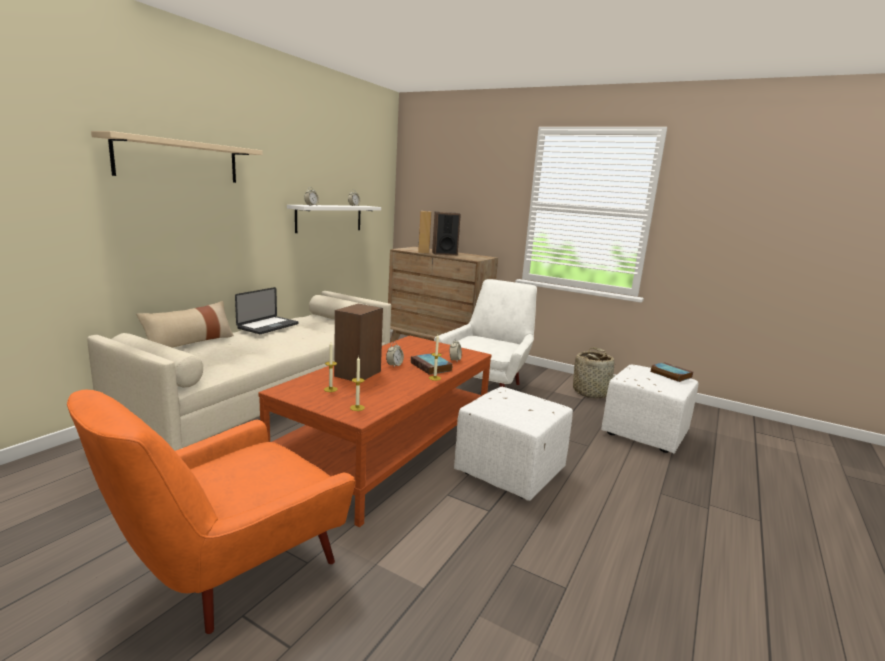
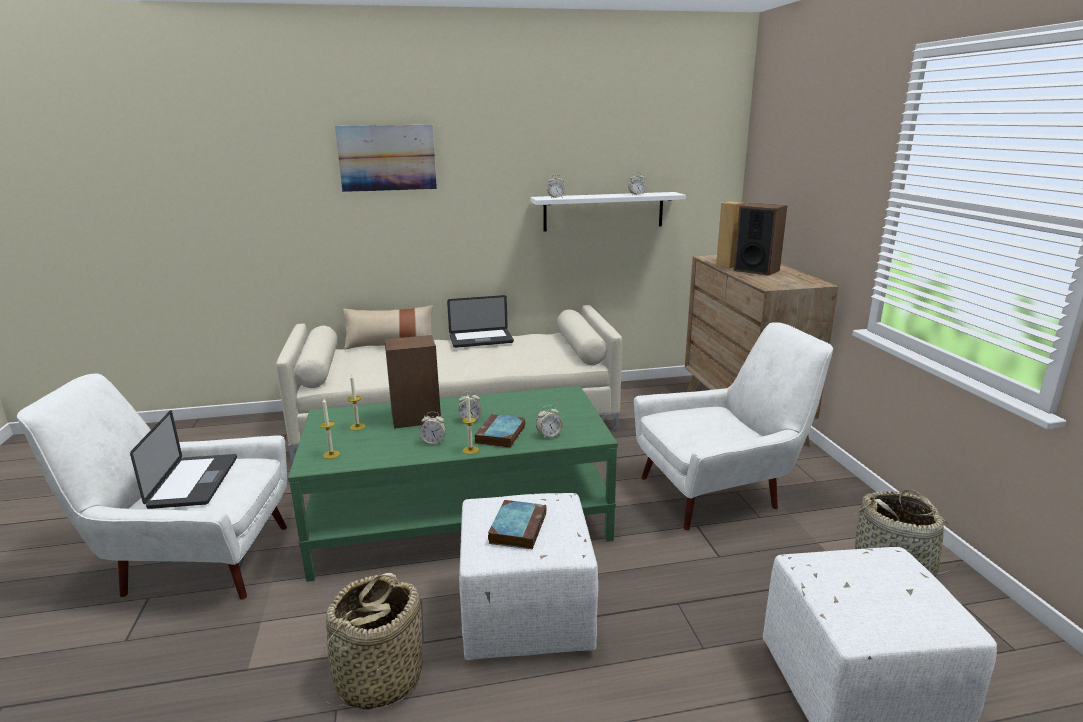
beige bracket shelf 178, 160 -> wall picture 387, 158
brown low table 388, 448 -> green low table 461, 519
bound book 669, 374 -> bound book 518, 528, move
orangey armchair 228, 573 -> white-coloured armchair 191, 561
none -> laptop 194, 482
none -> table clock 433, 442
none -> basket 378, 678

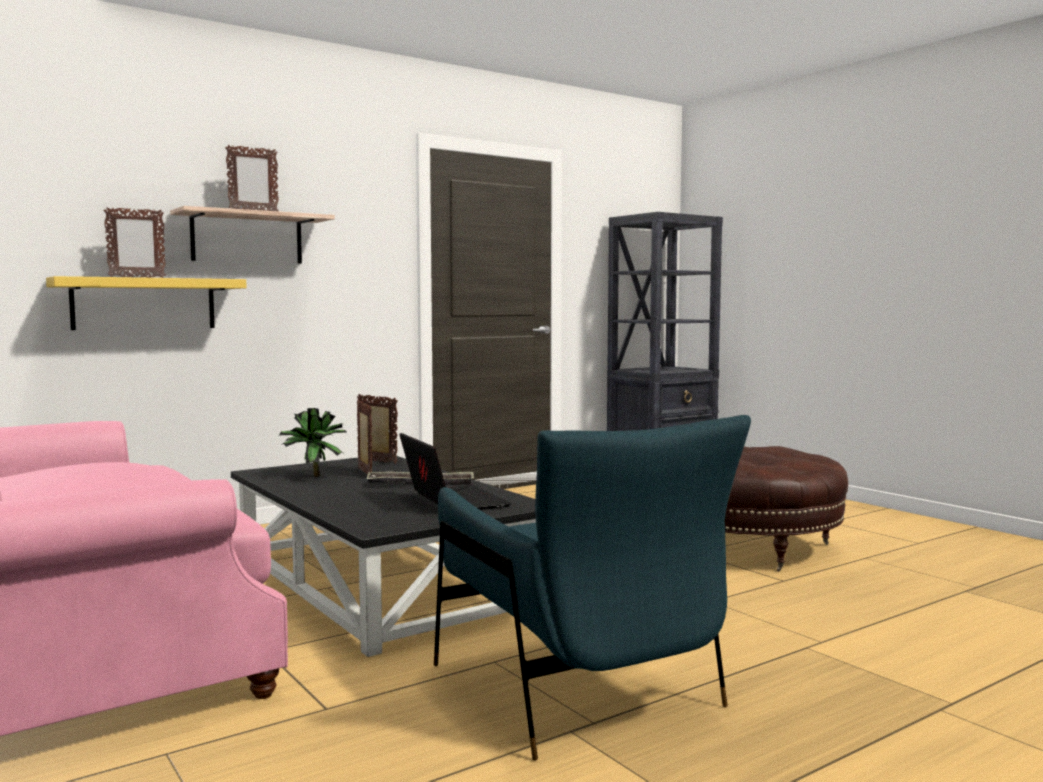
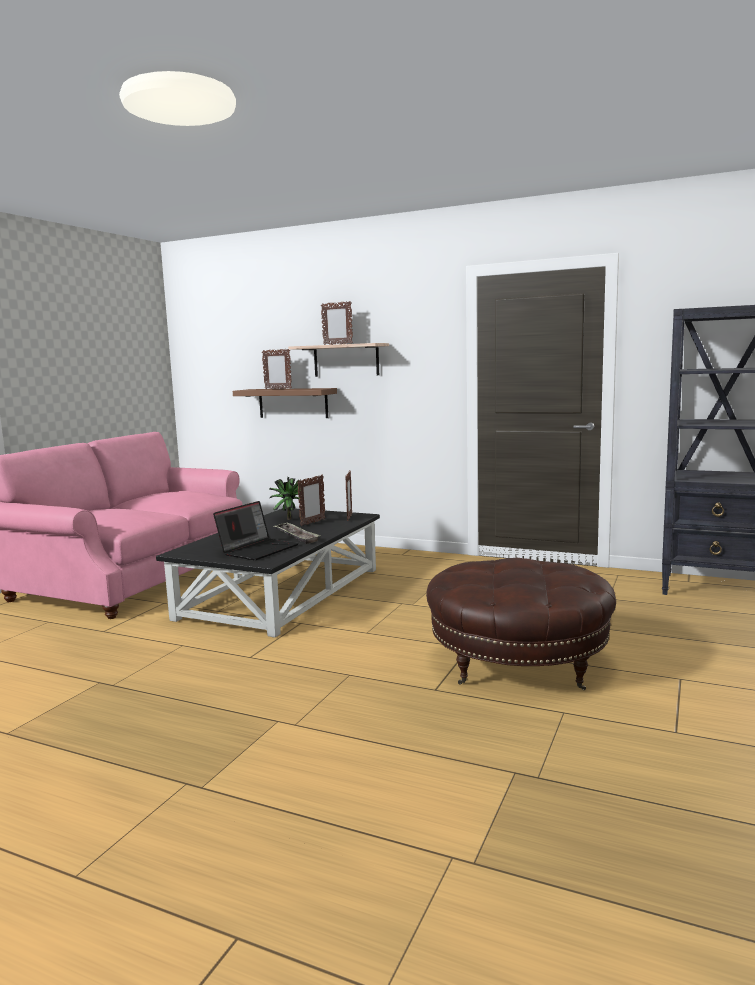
yellowish bracket shelf 144, 304 -> brown bracket shelf 293, 403
blue armchair 578, 689 -> none

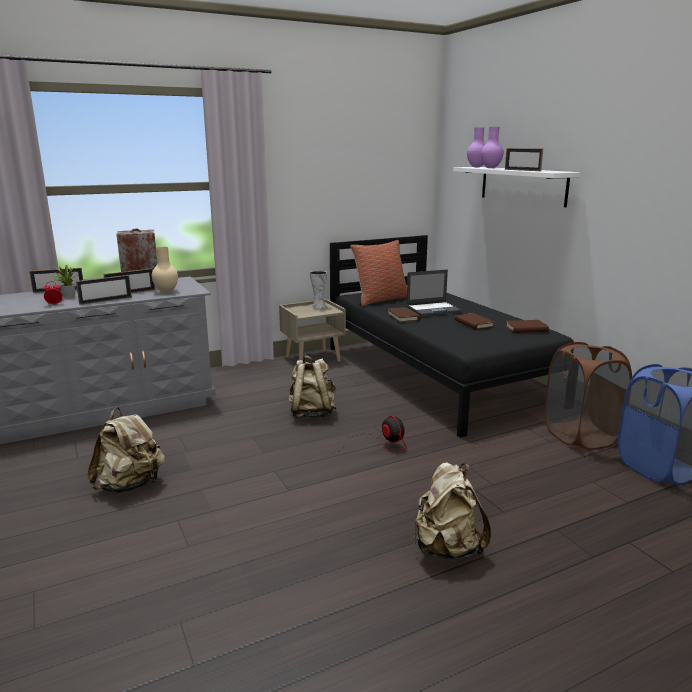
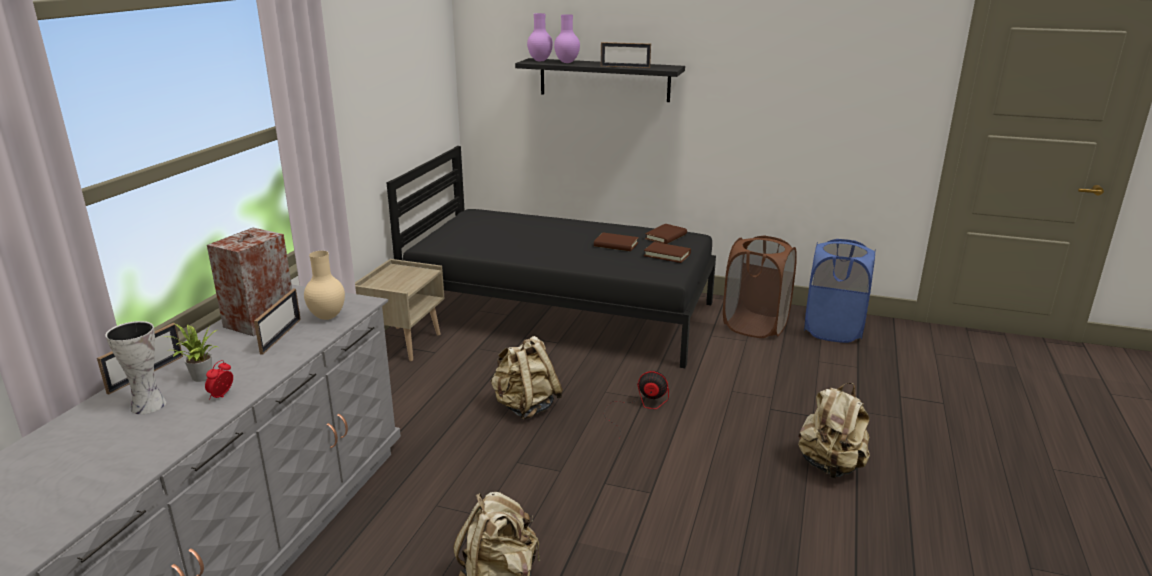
white-coloured bracket shelf 522, 185 -> black-coloured bracket shelf 604, 80
cushion 380, 299 -> none
laptop 434, 309 -> none
decorative vase 318, 306 -> decorative vase 146, 405, move
standing frame 106, 300 -> none
brown bound book 403, 317 -> brown bound book 667, 255, move

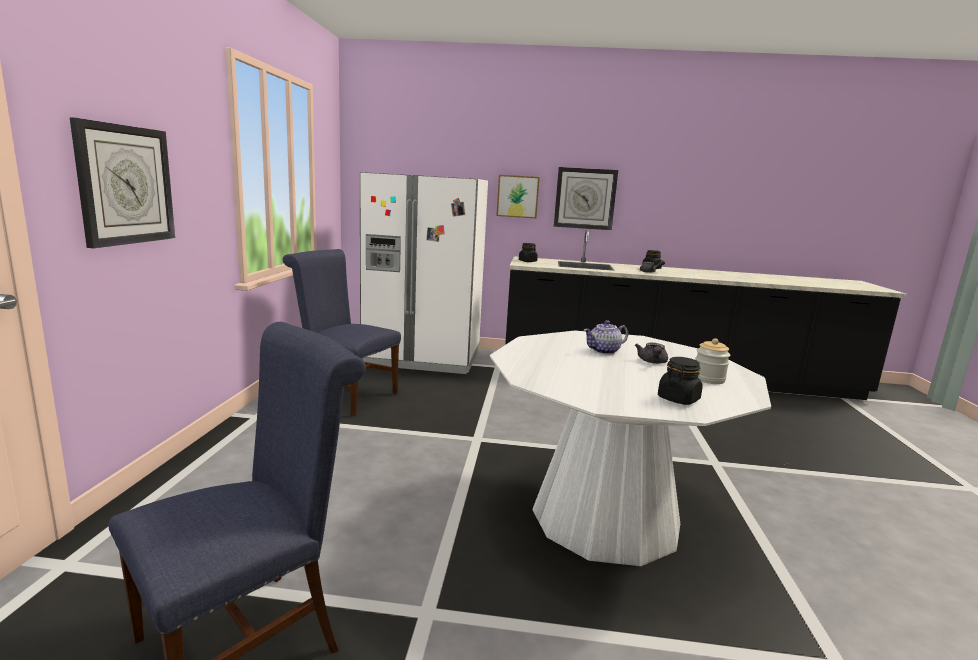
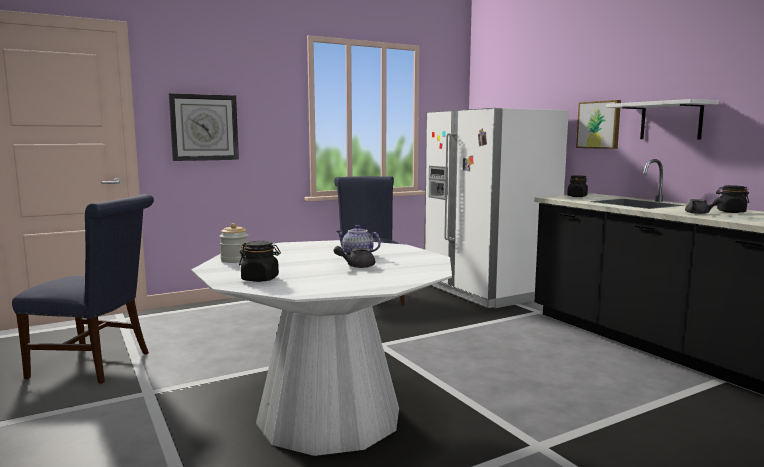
hanging clock 585, 198 -> white-coloured bracket shelf 671, 121
storage jar 708, 379 -> storage jar 235, 260, move

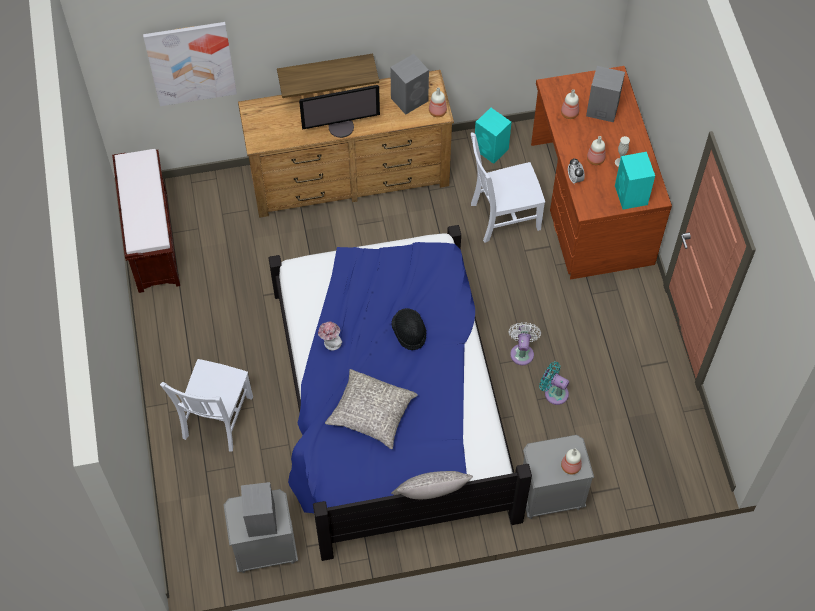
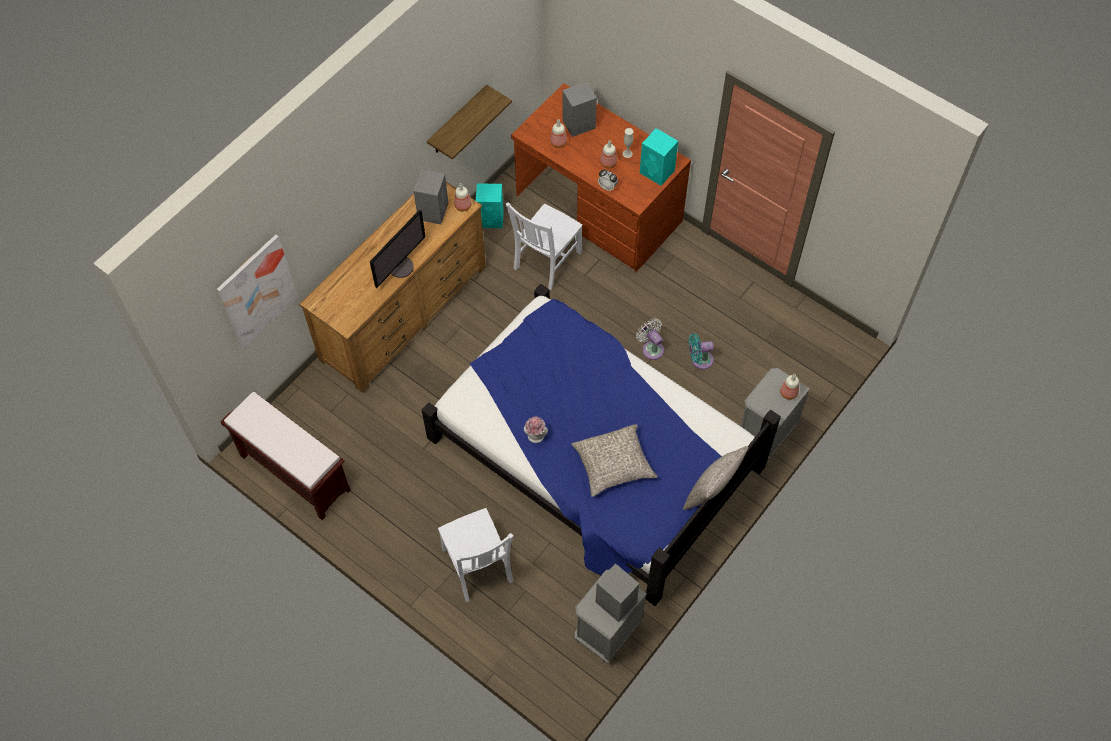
bracket shelf 325, 70 -> bracket shelf 457, 121, move
black-coloured wearable hat 409, 333 -> none

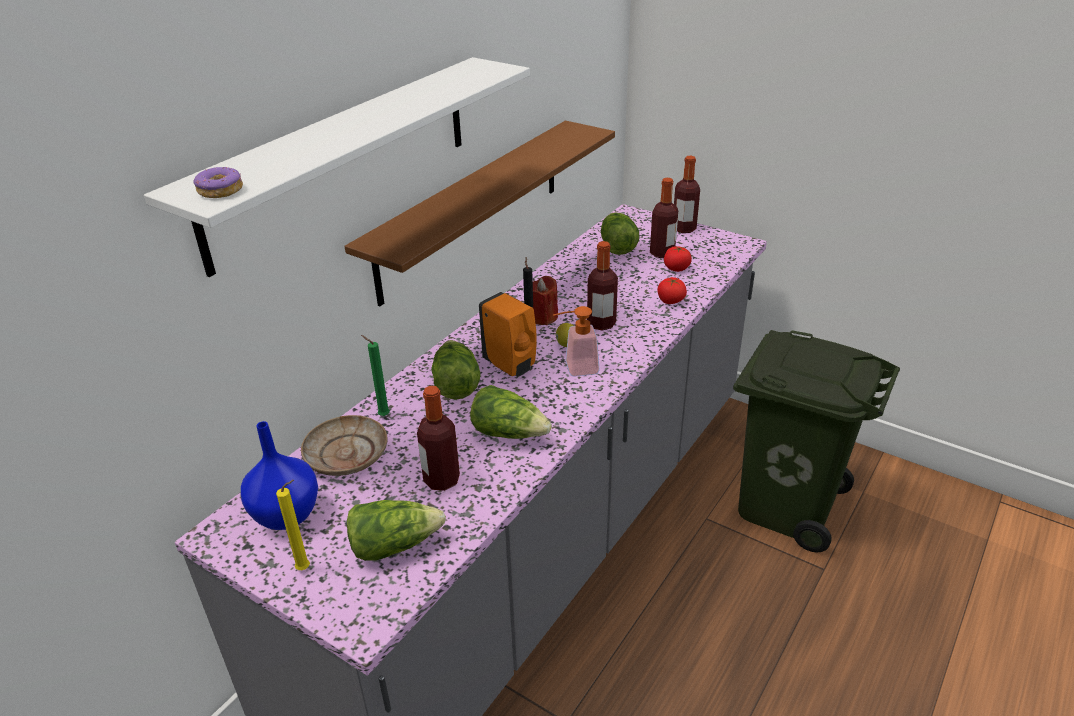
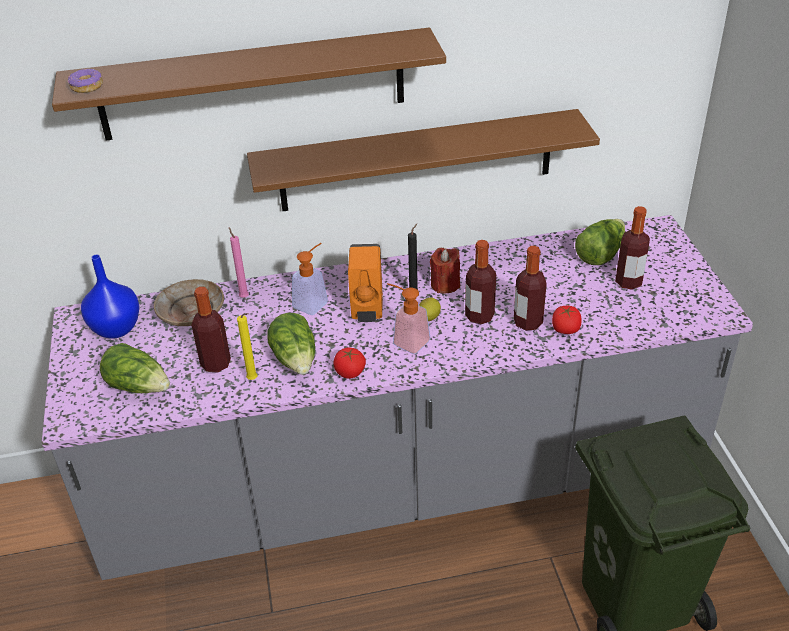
white-coloured bracket shelf 343, 158 -> brown bracket shelf 253, 85
drink bottle 684, 229 -> drink bottle 528, 322, move
fresh tomato 676, 268 -> fresh tomato 350, 372, move
green wax candle 382, 415 -> pinkish wax candle 243, 296
lettuce head 455, 384 -> liquid soap bottle 314, 302
yellowish wax candle 306, 568 -> yellowish wax candle 254, 380, move

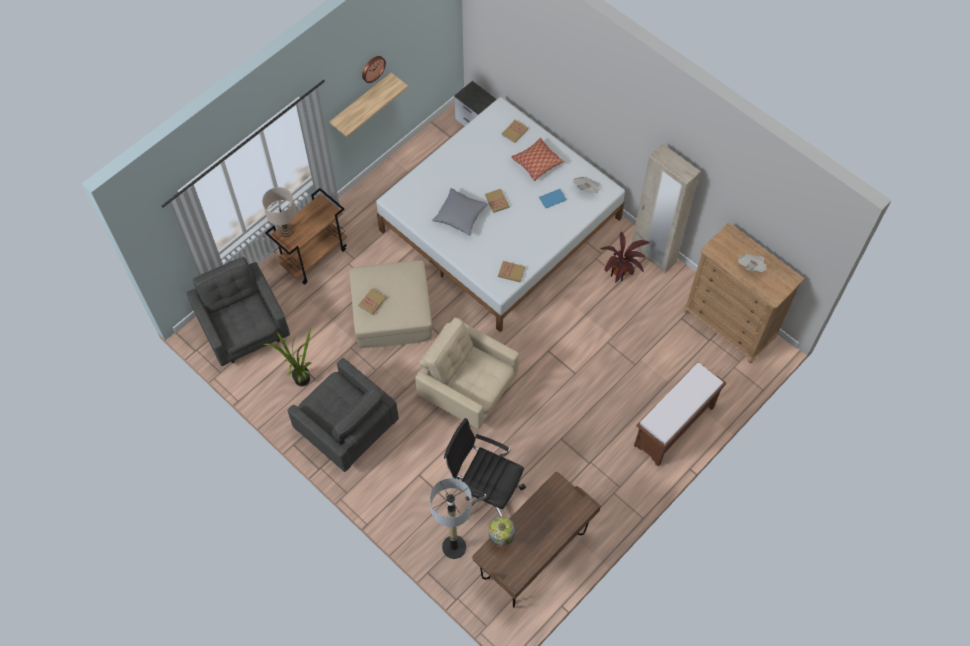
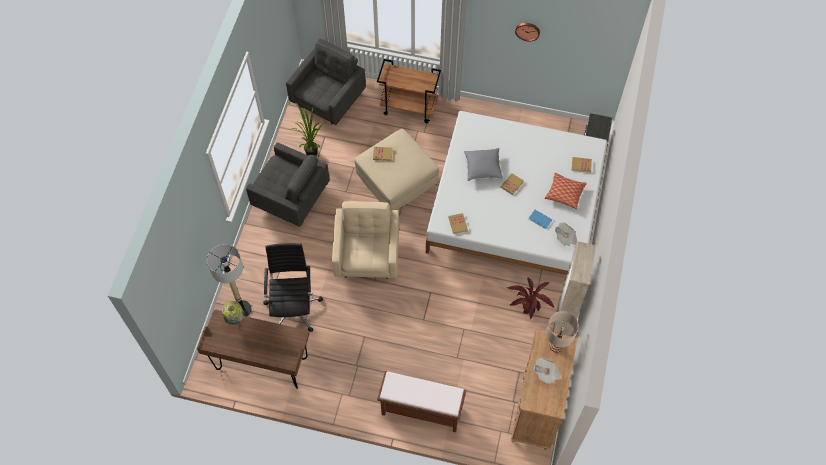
bracket shelf 361, 103 -> none
beige lamp for a table 285, 231 -> beige lamp for a table 556, 346, move
grey armchair 347, 429 -> grey armchair 291, 198, 75 degrees counterclockwise

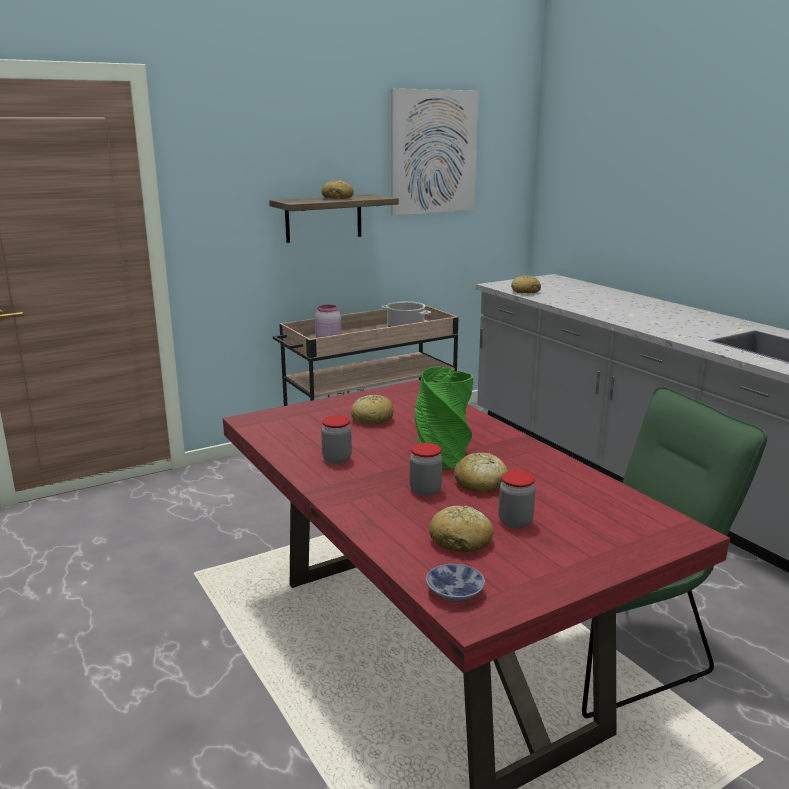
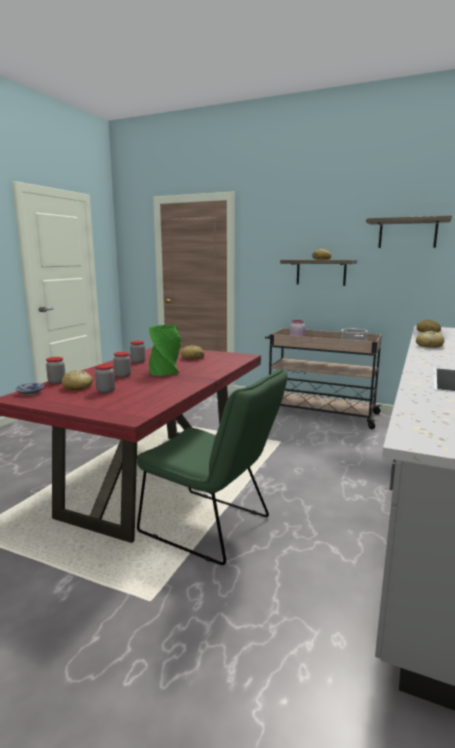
wall picture 434, 152 -> bracket shelf 407, 233
bakery bread 480, 483 -> bakery bread 429, 346, move
none -> storage jar 57, 382

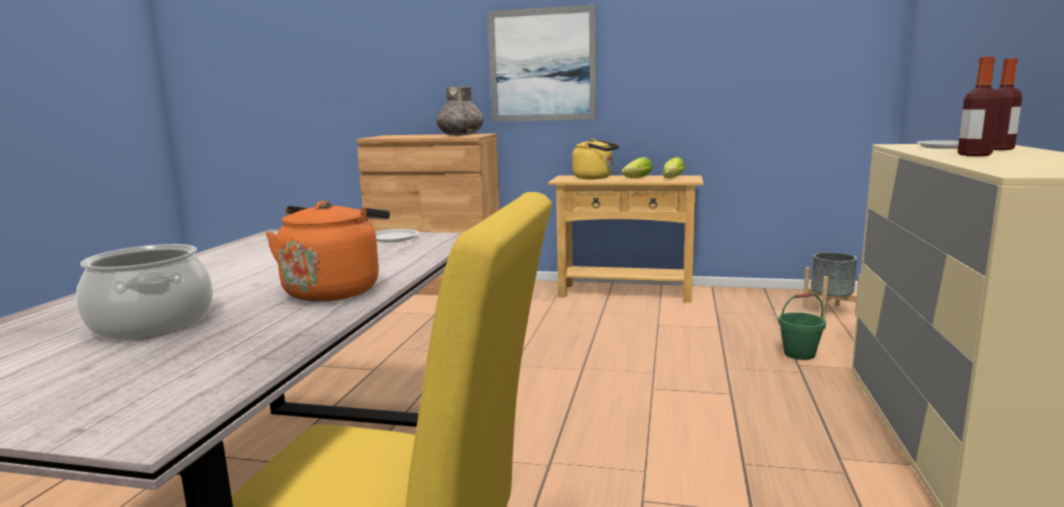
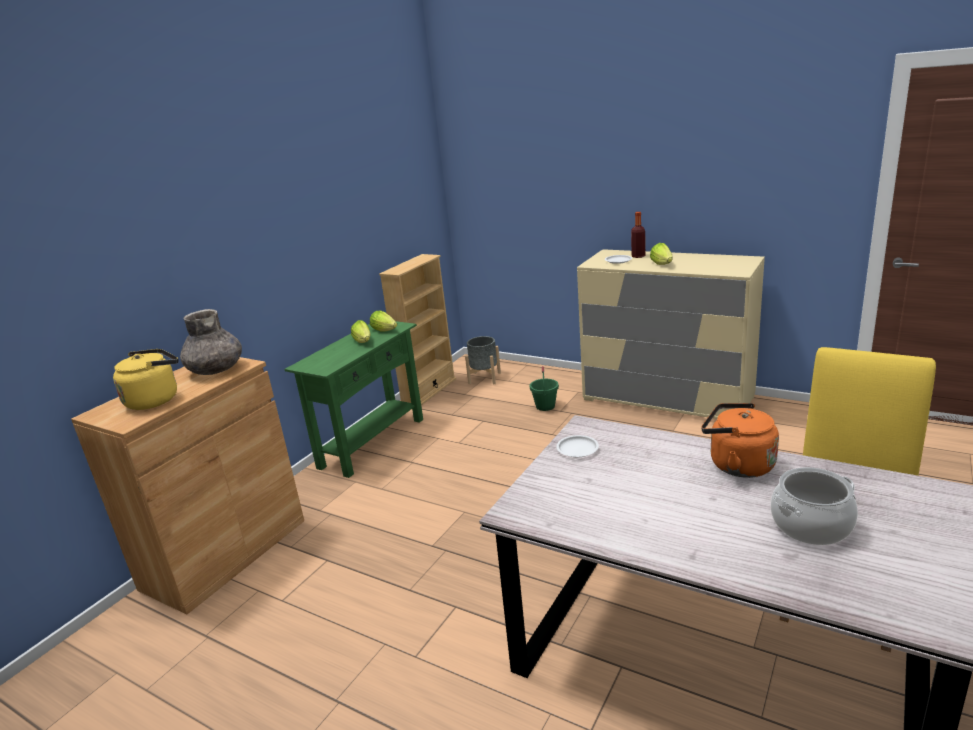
wall picture 542, 65 -> none
drink bottle 974, 155 -> lettuce head 662, 264
yellowish kettle 595, 178 -> yellowish kettle 155, 399, move
beige narrow table 625, 293 -> green narrow table 372, 443
none -> beige bookshelf 428, 391

